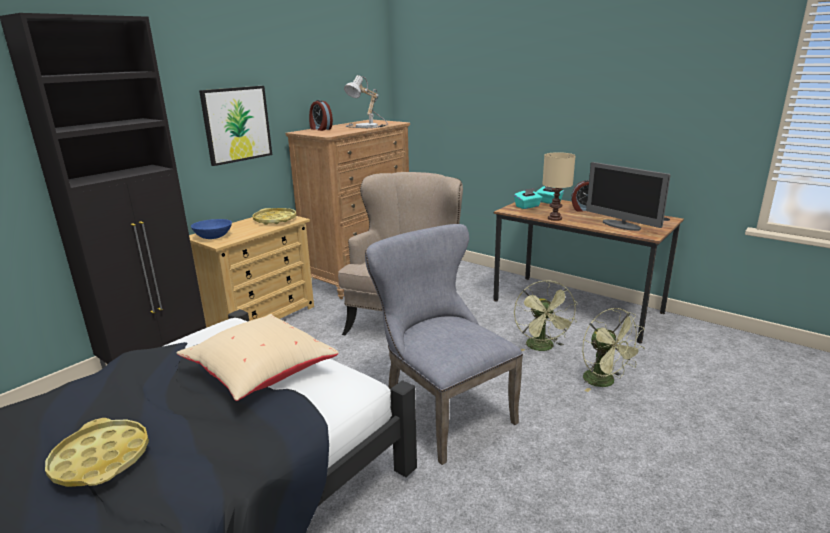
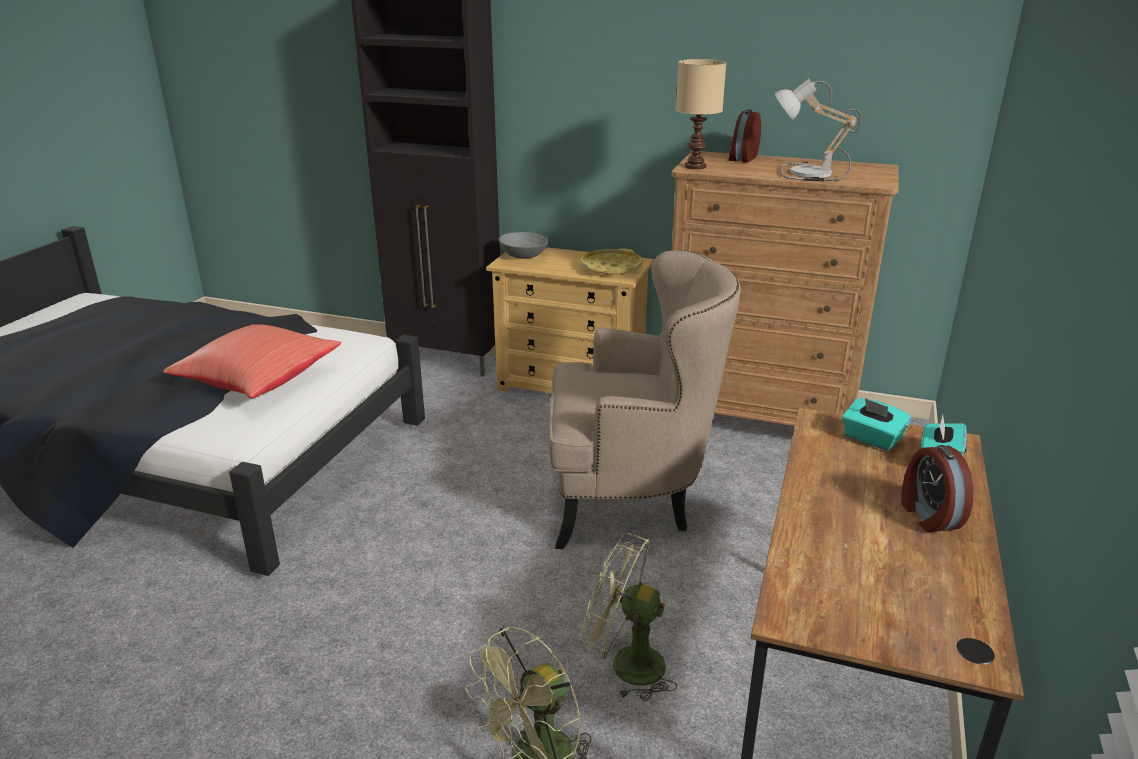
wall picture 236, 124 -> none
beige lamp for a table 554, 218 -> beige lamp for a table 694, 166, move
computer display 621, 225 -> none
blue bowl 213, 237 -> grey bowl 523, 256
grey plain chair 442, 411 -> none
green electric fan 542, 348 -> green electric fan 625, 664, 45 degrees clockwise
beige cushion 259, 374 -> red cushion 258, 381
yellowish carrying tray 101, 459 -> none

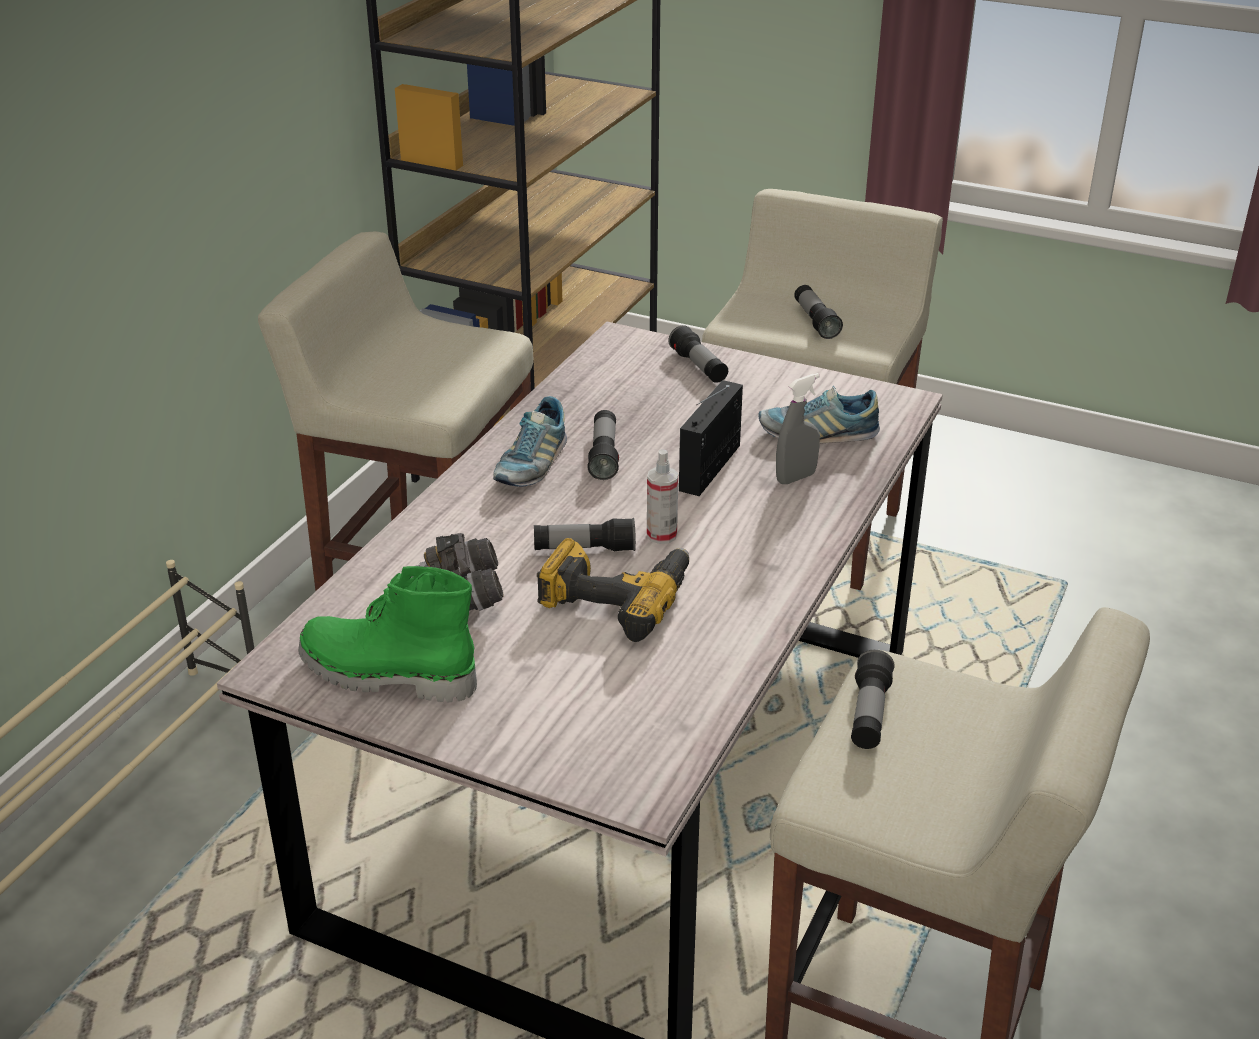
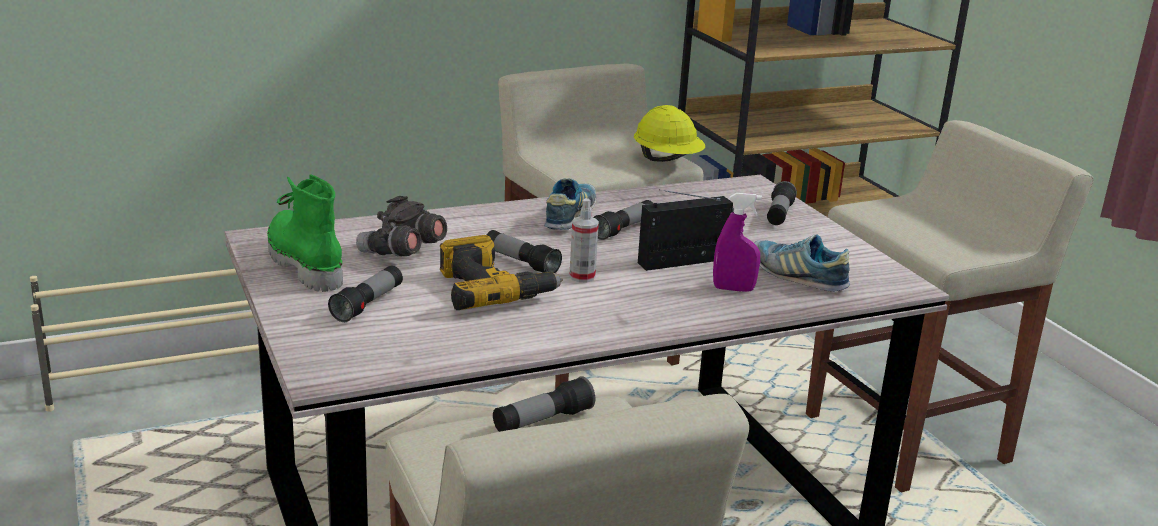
hand torch 815, 321 -> hand torch 368, 304, move
grey hand sprayer 796, 478 -> purple hand sprayer 733, 289
low shoe 531, 465 -> low shoe 570, 216, 135 degrees clockwise
none -> yellowish hard hat 667, 161

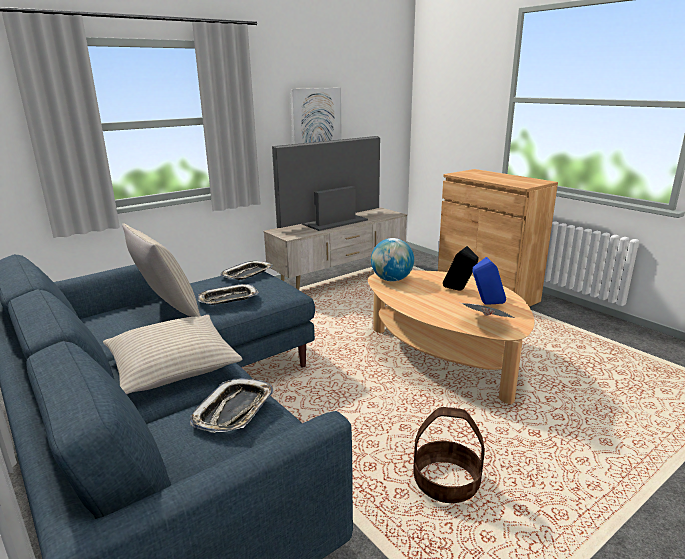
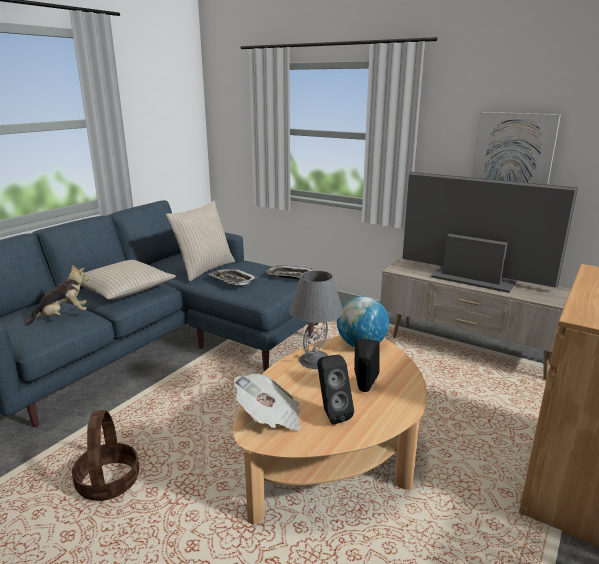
blue audio speaker 486, 304 -> black-coloured audio speaker 331, 414
carrying tray 234, 410 -> cuddly toy 63, 316
none -> grey lamp for a table 315, 360

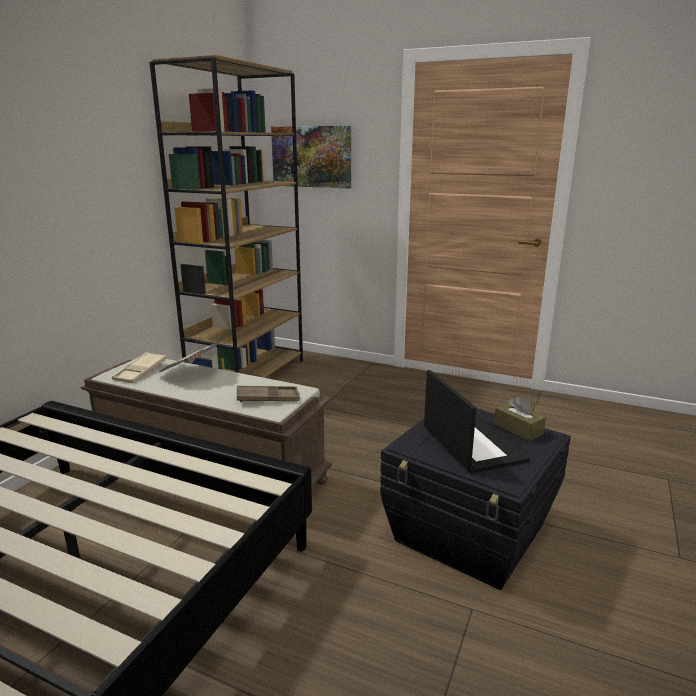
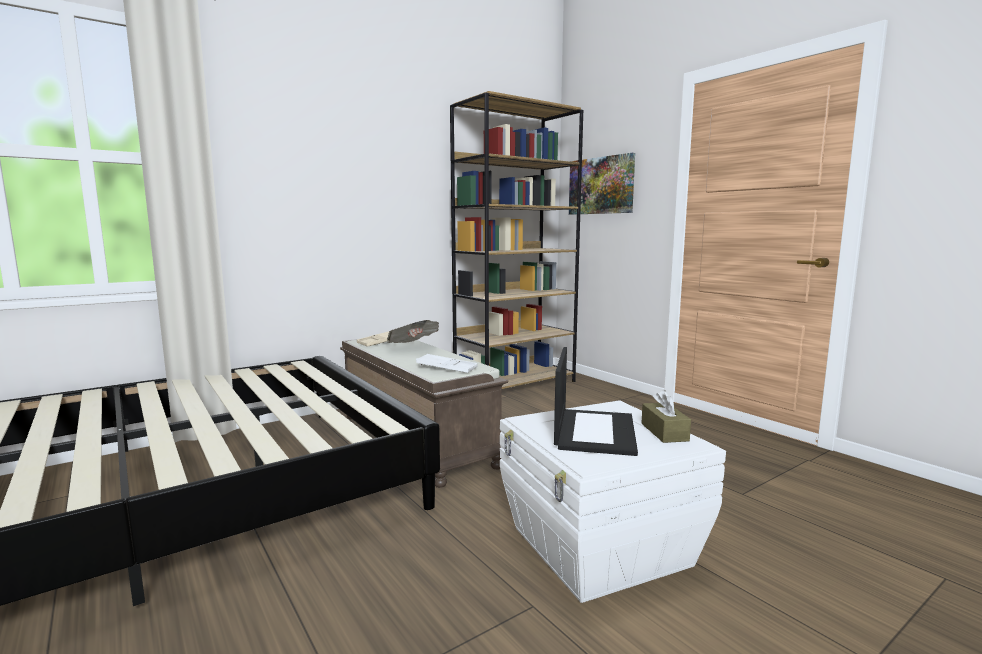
brown carrying tray 268, 398 -> white-coloured carrying tray 446, 368
black-coloured storage box 470, 534 -> white-coloured storage box 599, 547

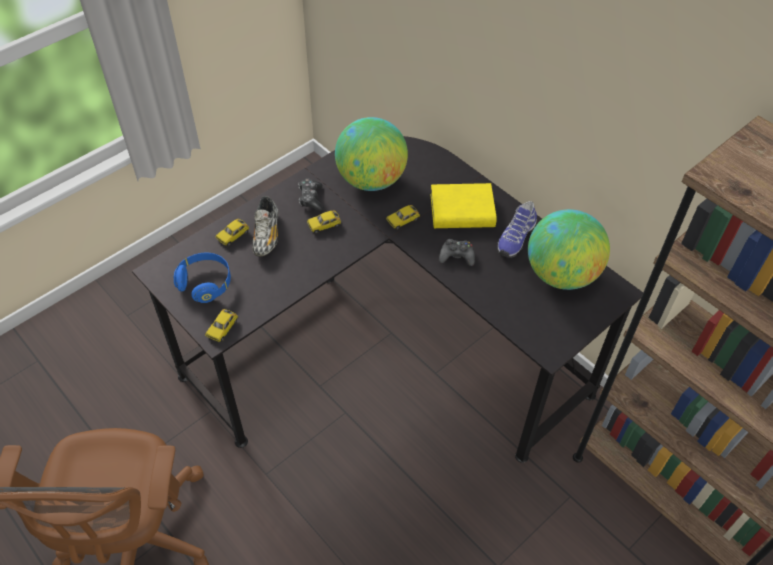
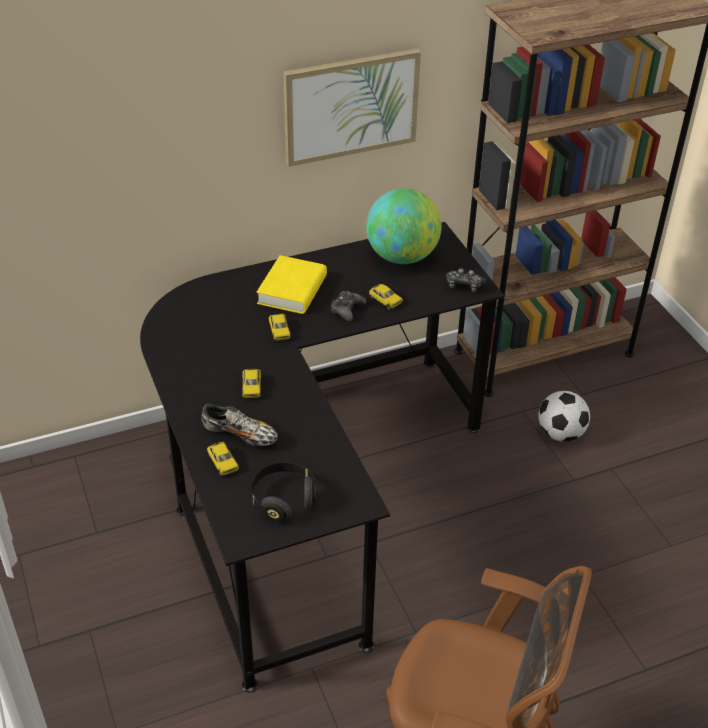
globe 371, 180 -> none
gamepad 311, 199 -> gamepad 464, 285, move
low shoe 515, 238 -> none
blue pair of headphones 205, 283 -> black-coloured pair of headphones 283, 499
model car 222, 328 -> model car 385, 300, move
none -> wall picture 350, 106
none -> football ball 560, 434

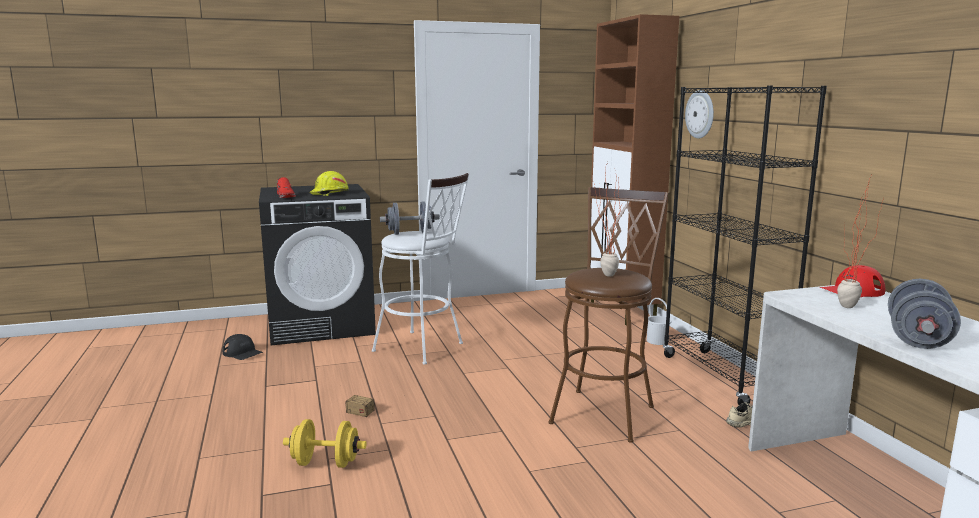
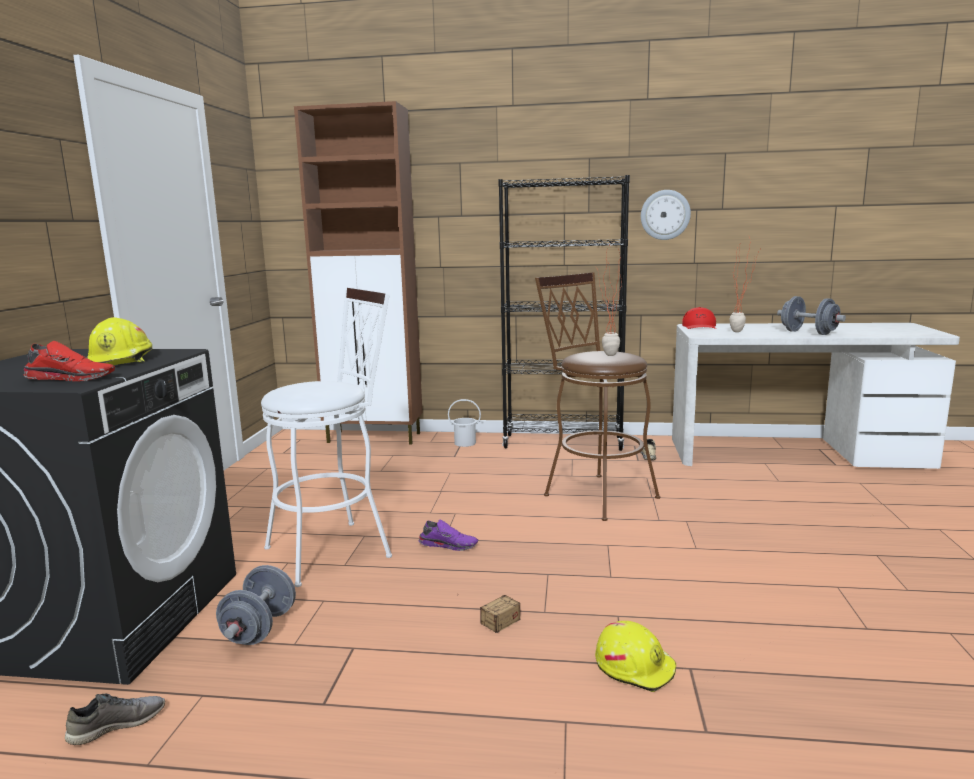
hanging clock 700, 114 -> hanging clock 665, 215, move
grey hand weight 410, 233 -> grey hand weight 260, 628, move
black-coloured peaked cap 242, 353 -> grey low shoe 118, 724
yellowish hand weight 325, 463 -> yellowish hard hat 635, 666
none -> purple low shoe 449, 545

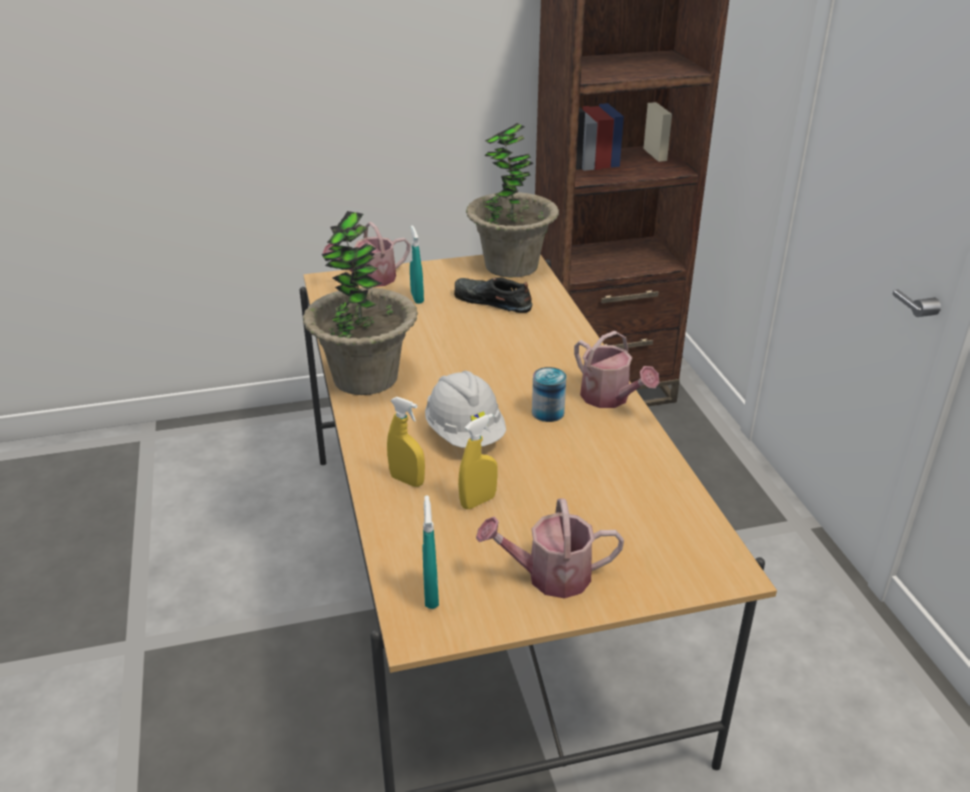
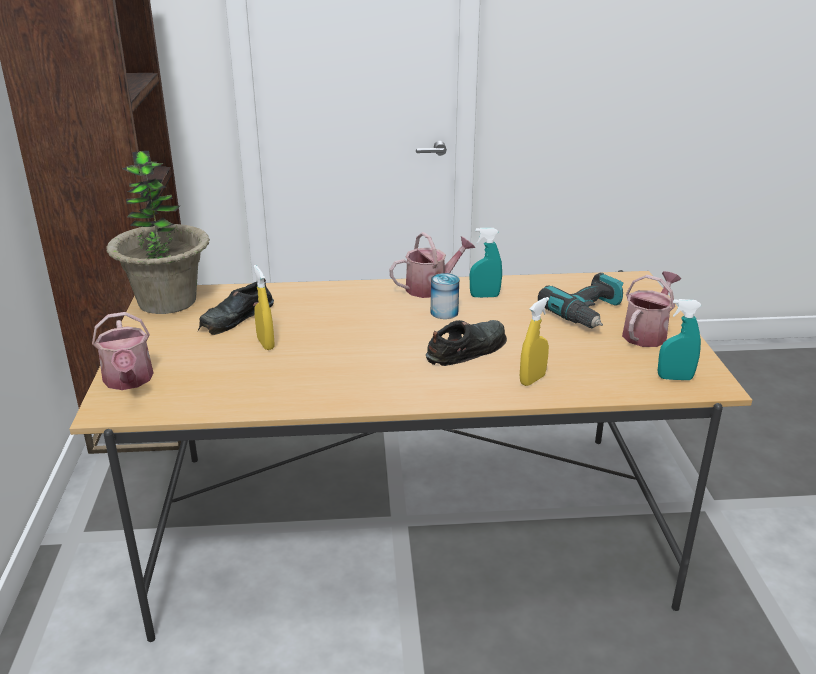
houseplant 365, 378 -> none
turquoise-coloured hand sprayer 417, 298 -> turquoise-coloured hand sprayer 484, 296, move
white-coloured hard hat 465, 434 -> black-coloured low shoe 467, 349
yellowish hand sprayer 478, 501 -> yellowish hand sprayer 265, 344, move
sprinkling can 549, 576 -> sprinkling can 647, 333, 150 degrees counterclockwise
none -> power drill 588, 313

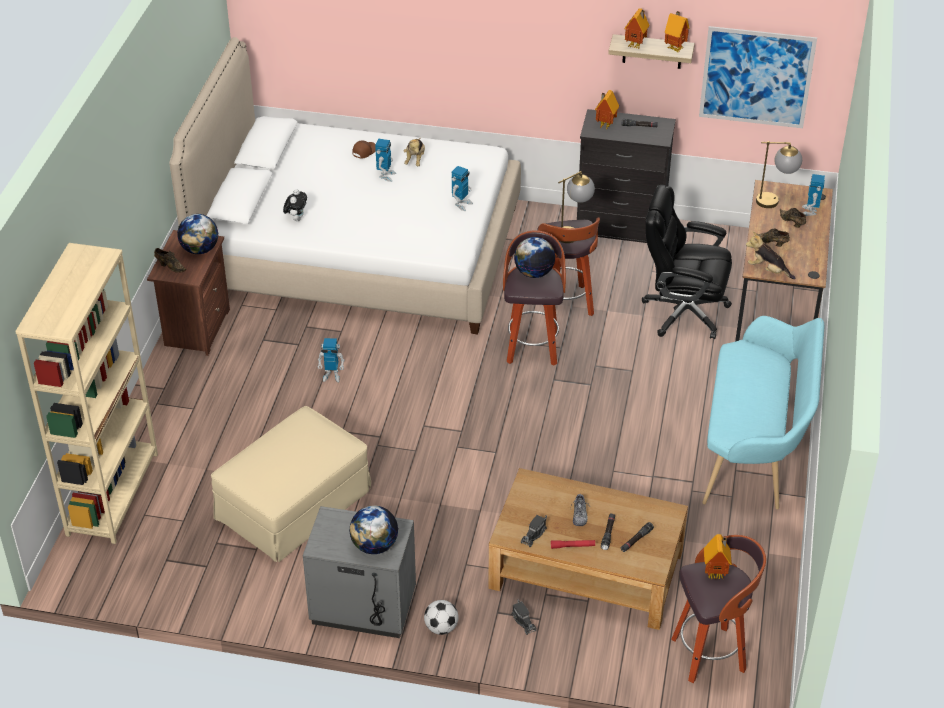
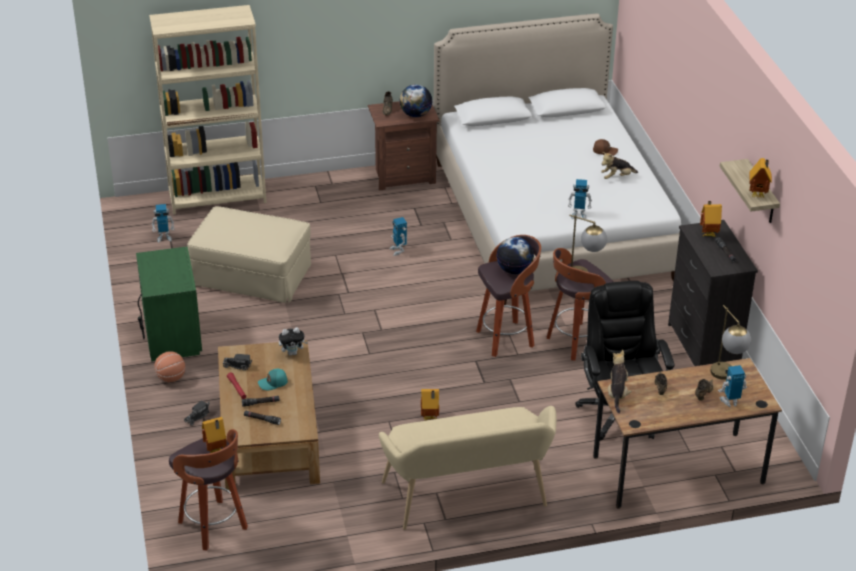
miniature house 636, 46 -> miniature house 430, 418, move
wall picture 756, 77 -> none
toy robot 386, 176 -> toy robot 164, 237, move
cuddly toy 296, 218 -> cuddly toy 293, 353, move
turquoise-coloured long seat 754, 451 -> beige long seat 468, 499
low shoe 579, 514 -> turquoise-coloured peaked cap 273, 383
globe 374, 546 -> none
grey night table 362, 607 -> green night table 171, 336
football ball 441, 628 -> basketball ball 171, 378

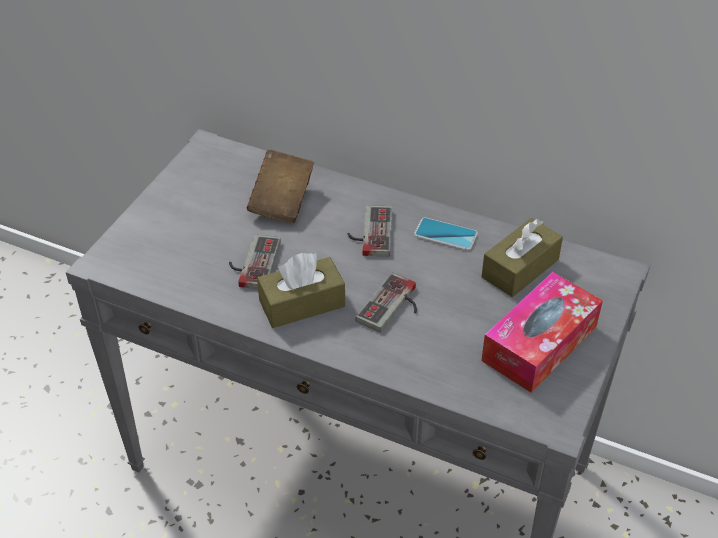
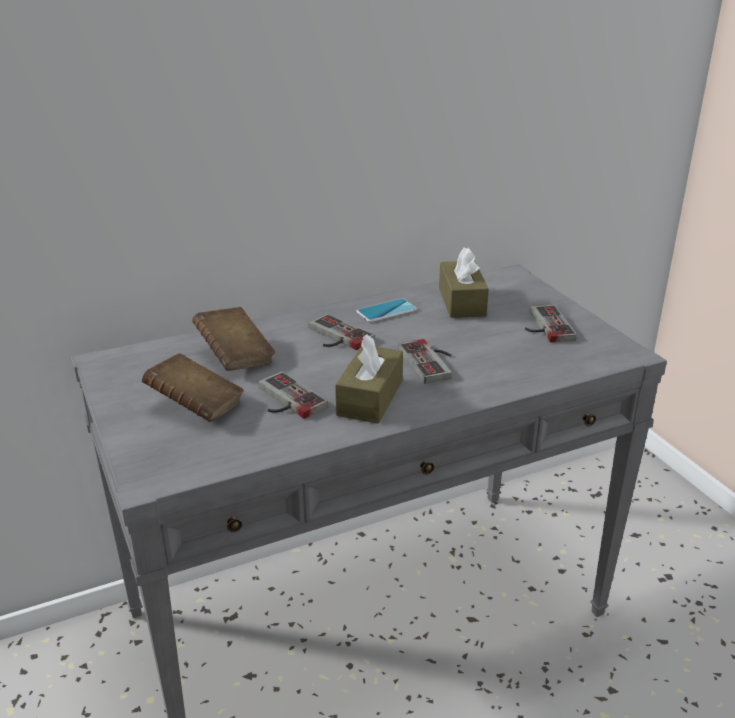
tissue holder 539, 343 -> gamepad 544, 326
none -> brown bound book 196, 406

